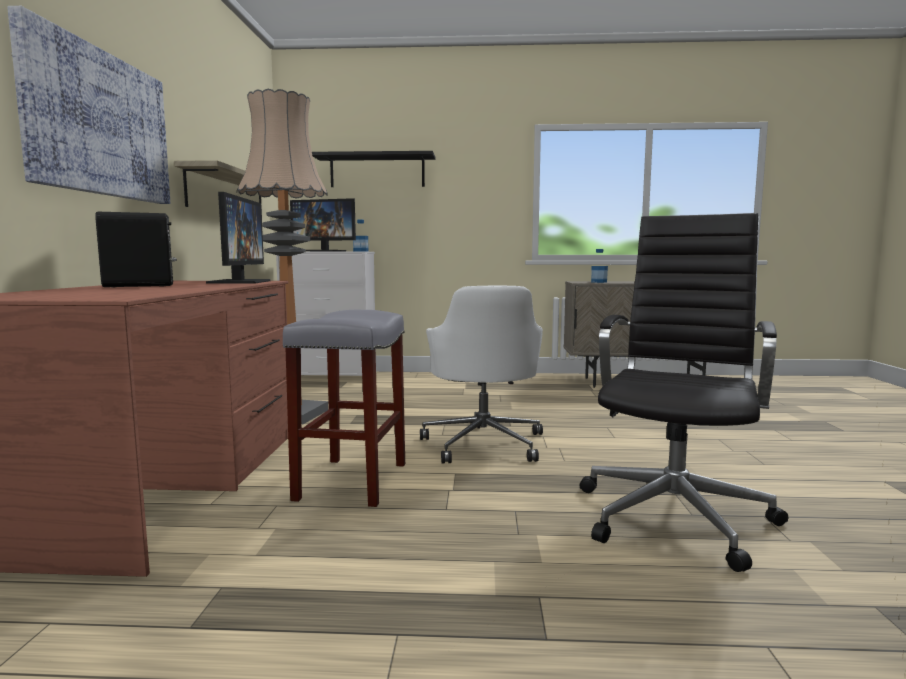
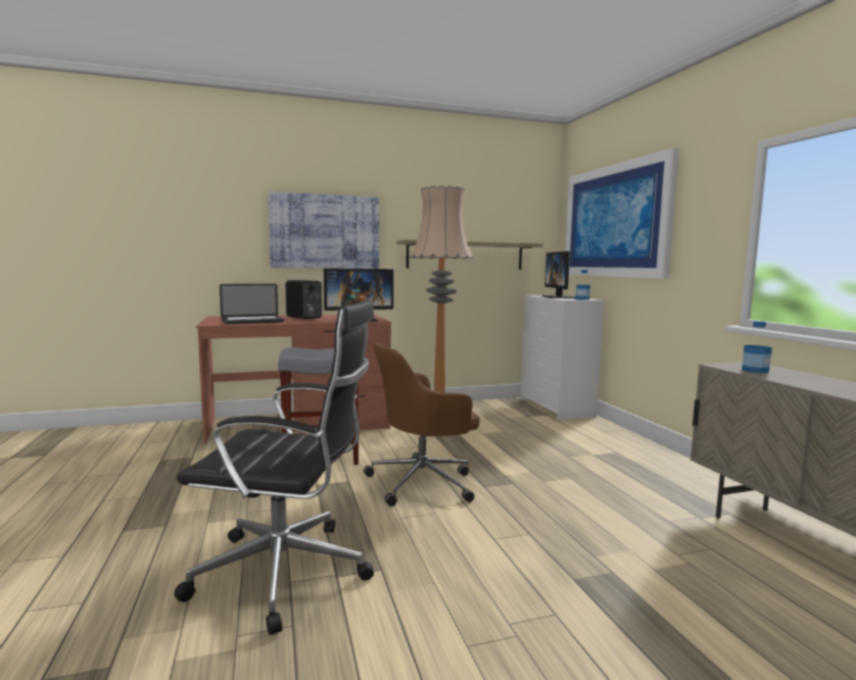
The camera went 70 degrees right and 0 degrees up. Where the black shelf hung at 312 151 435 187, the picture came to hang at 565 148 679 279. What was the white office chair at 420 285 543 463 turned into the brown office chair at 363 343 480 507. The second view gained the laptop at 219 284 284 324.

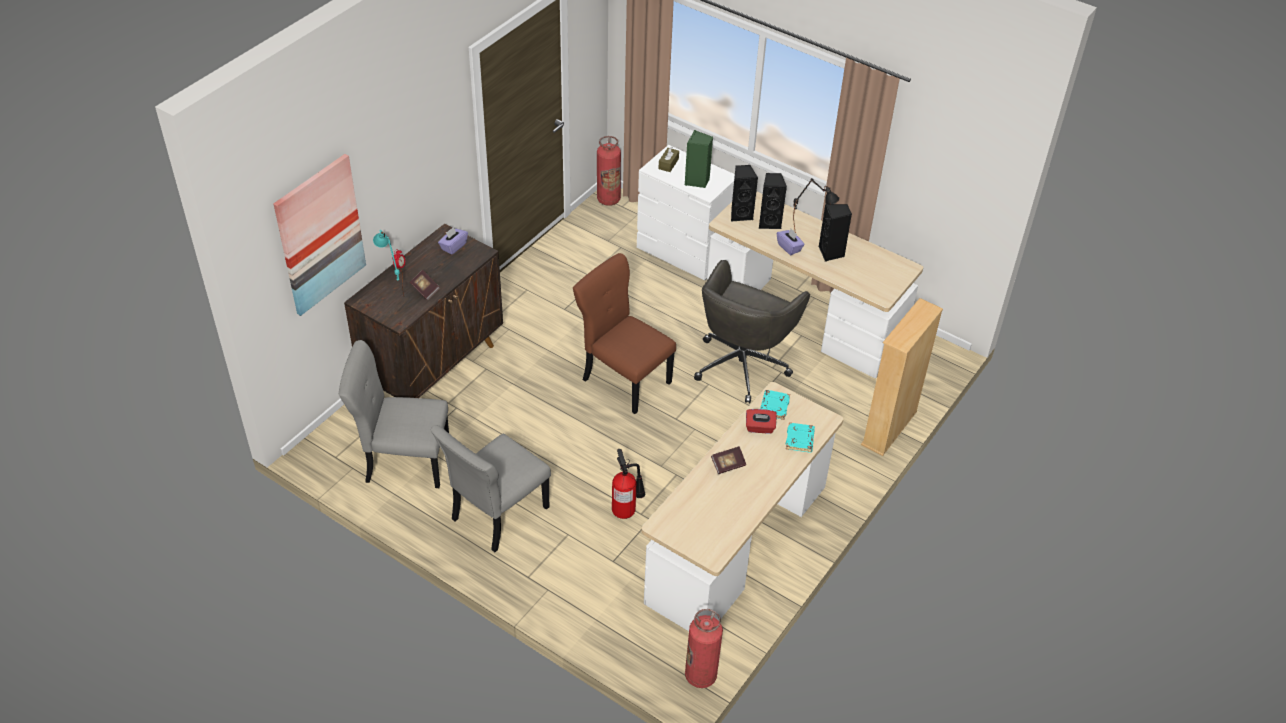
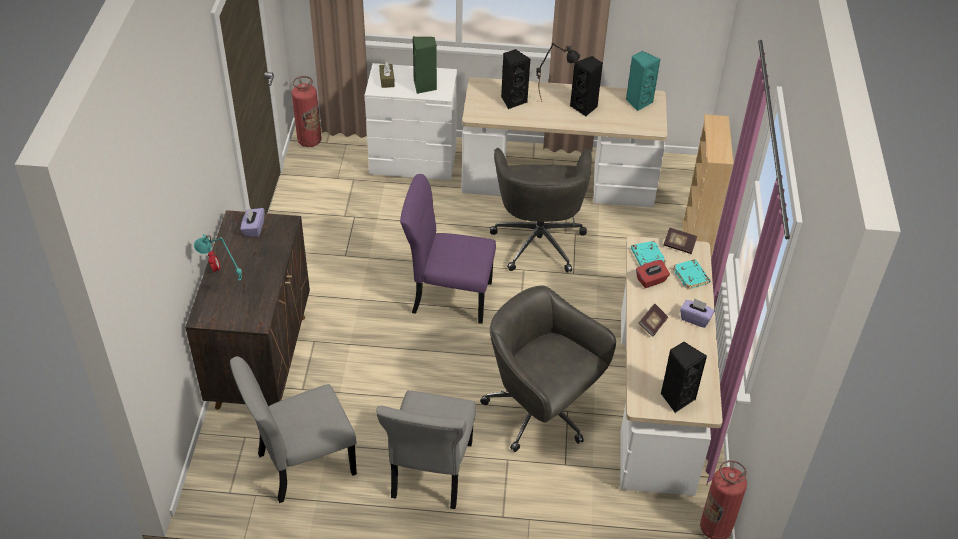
The camera went 30 degrees left and 0 degrees up. The second view lost the picture at 273 154 366 316. The book ended up elsewhere, having gone from 410 270 440 300 to 663 228 697 254. What was the brown chair at 573 253 676 414 turned into the purple chair at 400 174 496 324. Where the fire extinguisher stood at 612 449 645 519, the grey office chair came to stand at 480 286 616 452. The black speaker ended up elsewhere, having gone from 731 165 758 222 to 661 342 707 413. The purple tissue box ended up elsewhere, having gone from 777 229 805 255 to 680 298 715 328. The second view gained the turquoise speaker at 626 51 660 111.

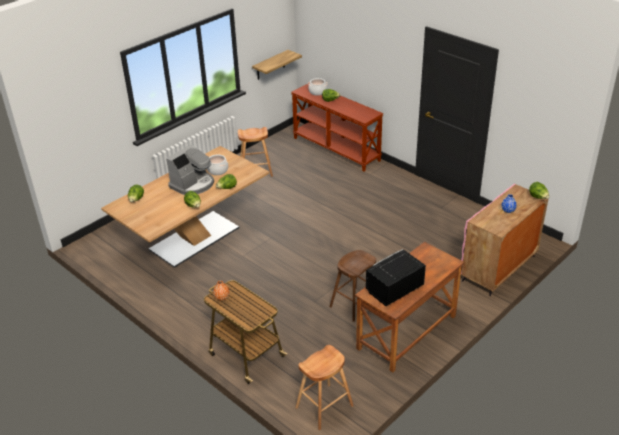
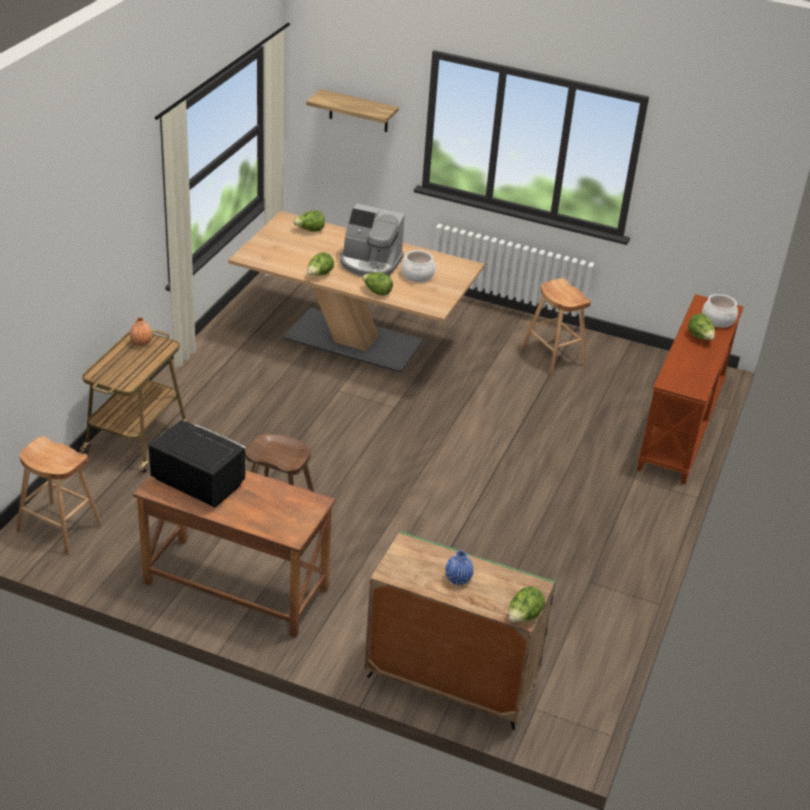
The camera went 65 degrees right and 0 degrees up. The shelf ended up elsewhere, having gone from 252 50 302 80 to 306 89 399 132. What was the pink cabinet at 461 184 549 296 turned into the green cabinet at 364 531 556 730.

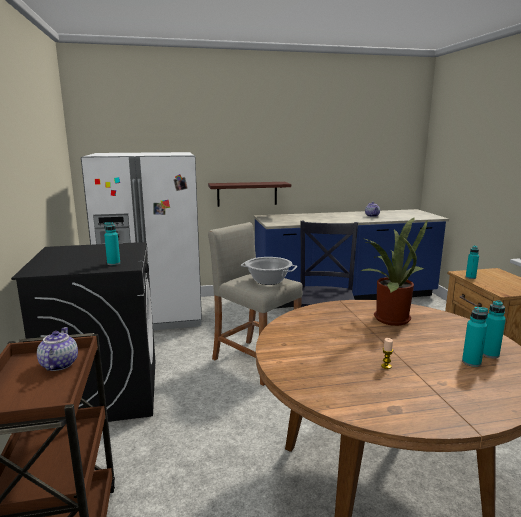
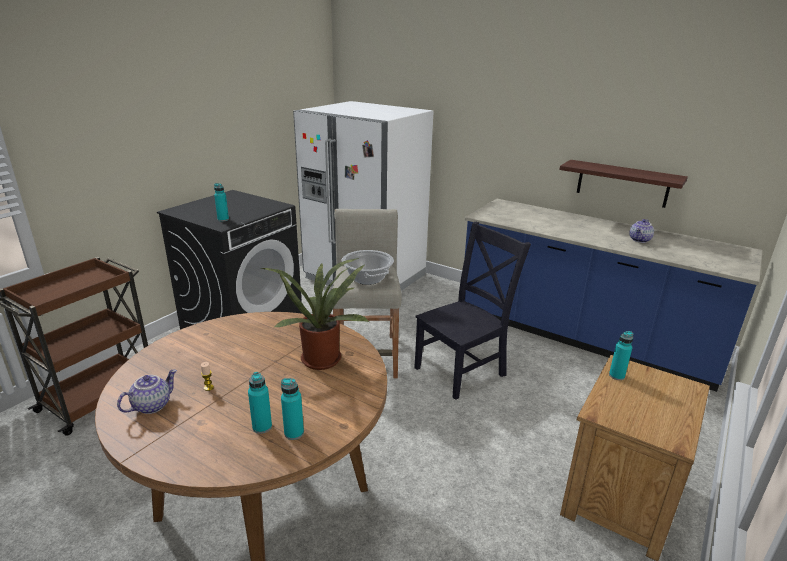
The camera went 45 degrees right and 10 degrees up. The teapot ended up elsewhere, having gone from 37 327 78 371 to 117 370 177 414. The shelf ended up elsewhere, having gone from 208 182 291 207 to 560 160 688 208.

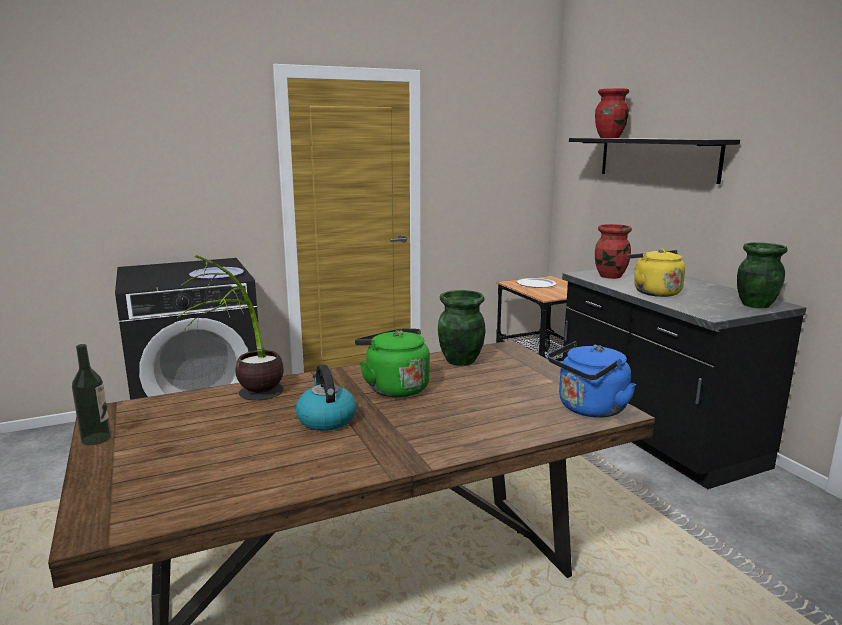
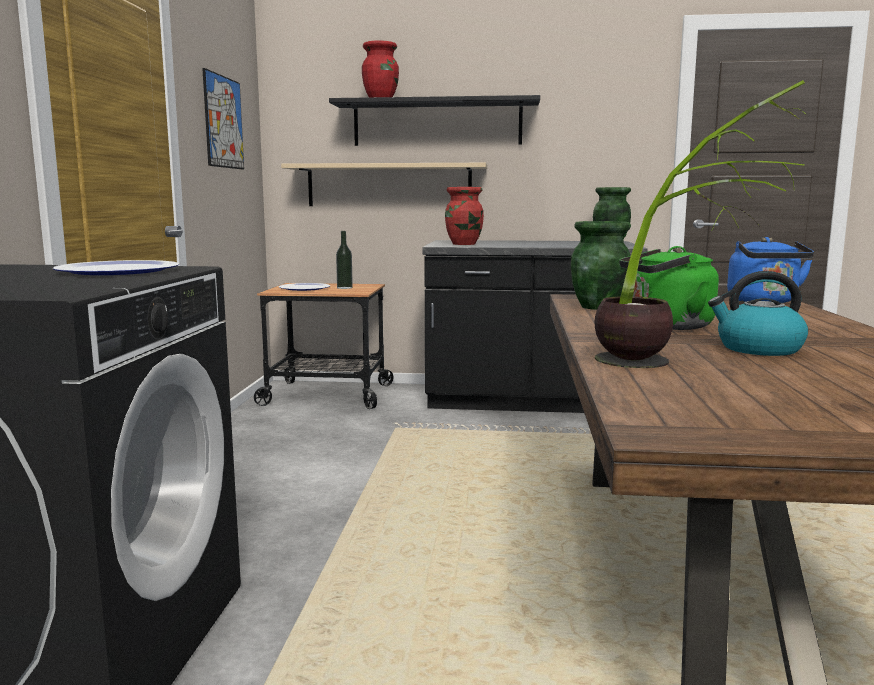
The camera went 60 degrees left and 5 degrees down. The bottle ended up elsewhere, having gone from 72 344 111 445 to 336 231 353 289. The second view lost the yellow kettle at 627 249 685 297. The second view gained the picture at 202 68 244 169. The second view gained the beige shelf at 281 163 487 206.

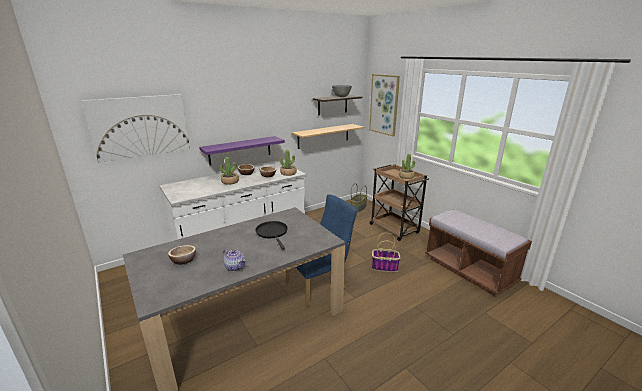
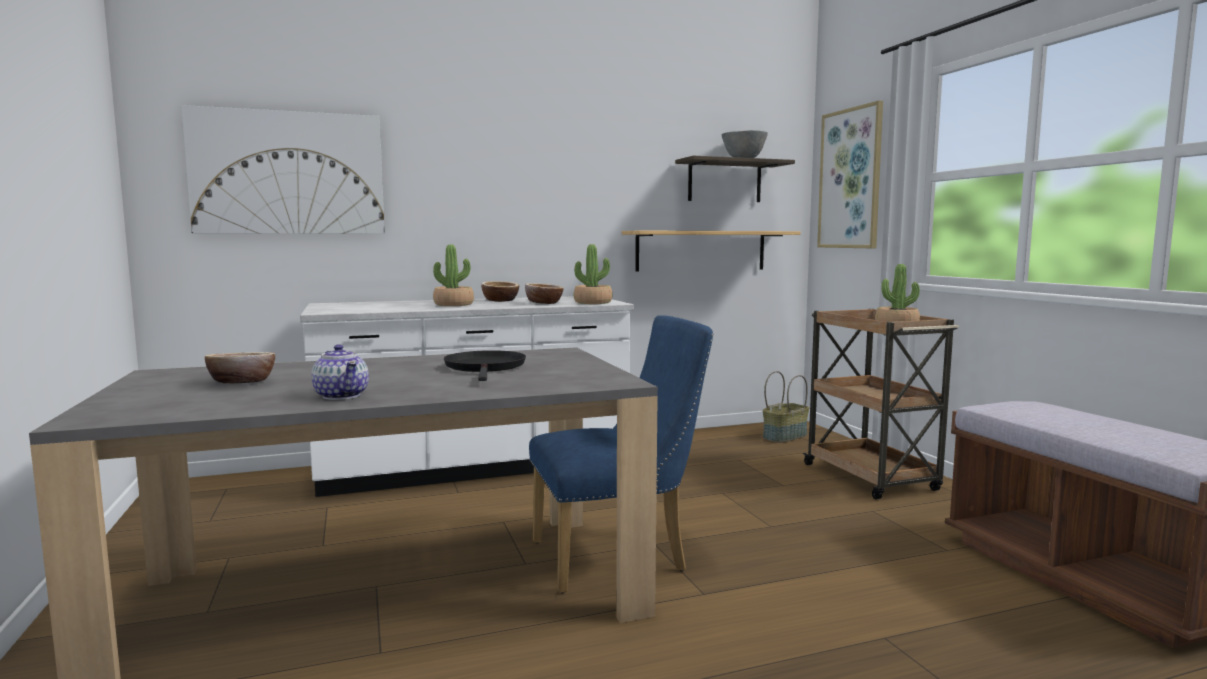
The camera went 15 degrees right and 15 degrees down. The second view lost the purple shelf at 199 136 285 165. The second view lost the basket at 372 233 401 272.

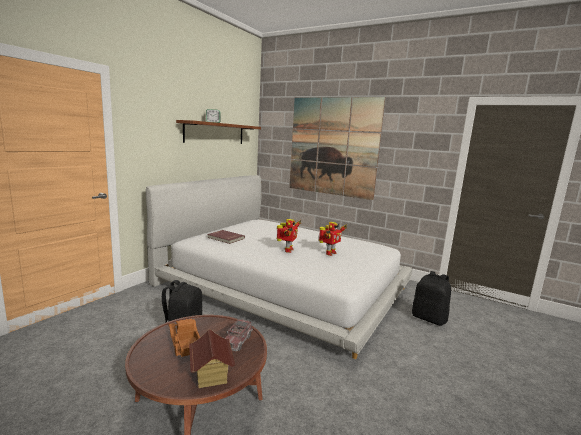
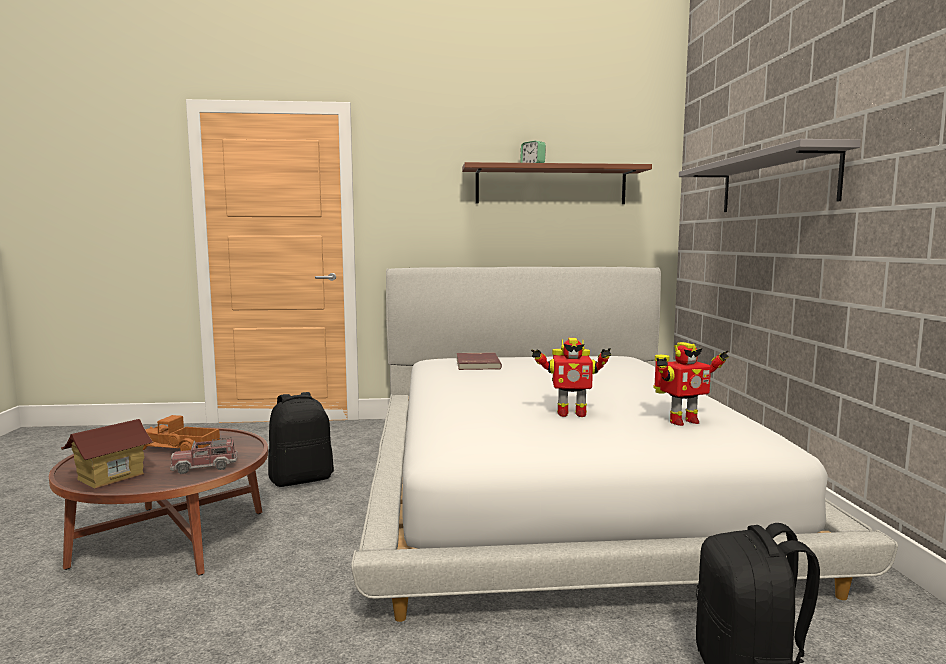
The camera went 55 degrees right and 5 degrees down. The toy truck at 169 319 200 357 ended up facing another way, 105 degrees counterclockwise from before. The toy robot ended up elsewhere, having gone from 277 219 301 253 to 654 342 729 426. Where the picture hung at 289 97 385 200, the grey shelf came to hang at 679 139 861 212.

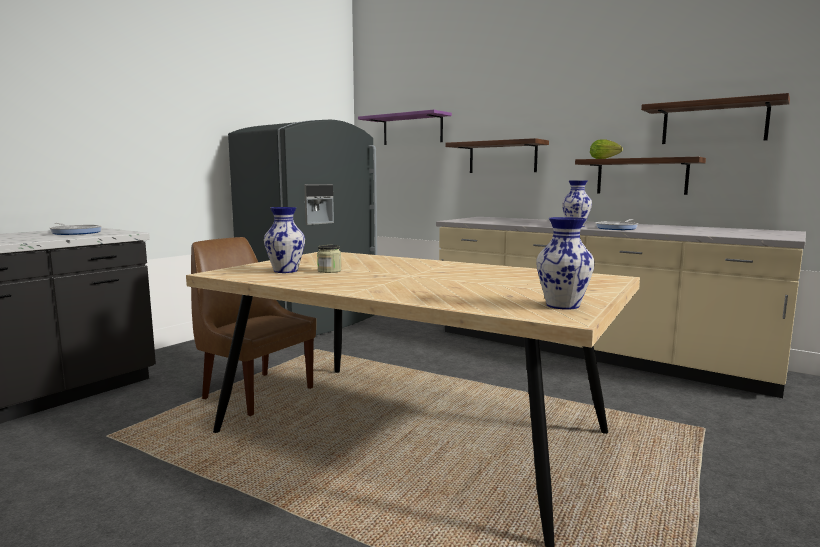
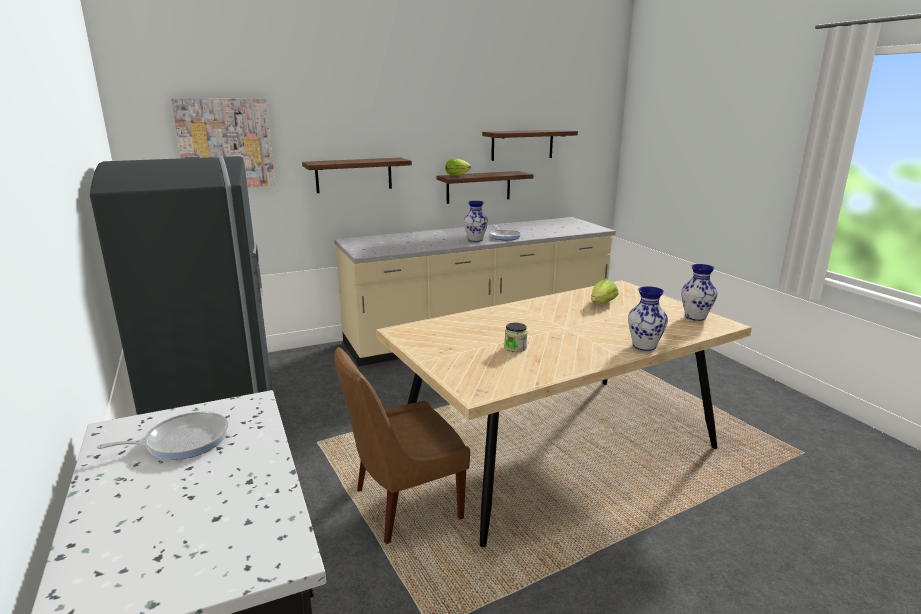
The camera went 60 degrees left and 10 degrees up. The vase ended up elsewhere, having gone from 264 207 305 273 to 628 286 668 351. Where the purple shelf hung at 358 110 452 145, the picture came to hang at 171 98 275 187. The second view gained the lettuce at 591 279 619 303.

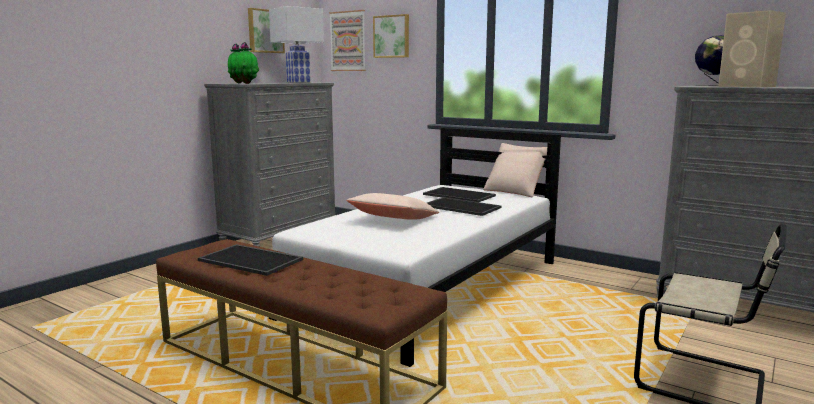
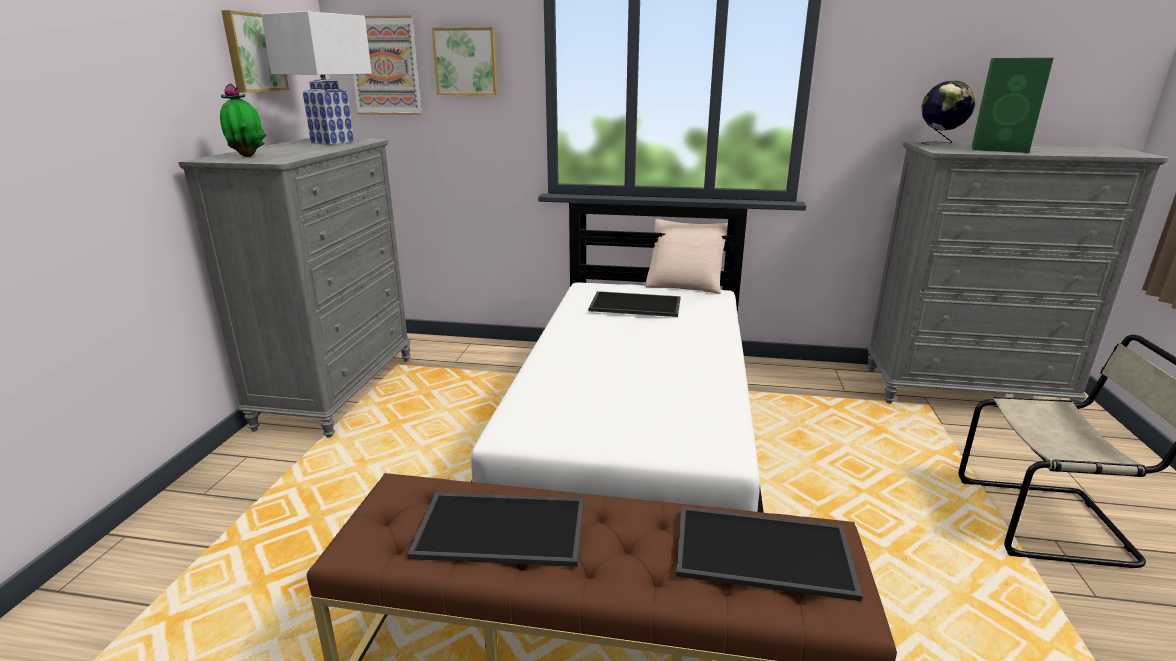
The camera went 25 degrees left and 10 degrees up. The second view lost the potted plant at 235 42 259 84. The second view lost the beige pillow at 346 193 439 220. The tray ended up elsewhere, having gone from 427 197 502 216 to 676 506 863 601. What was the beige speaker at 718 10 786 87 turned into the green speaker at 972 58 1054 153.

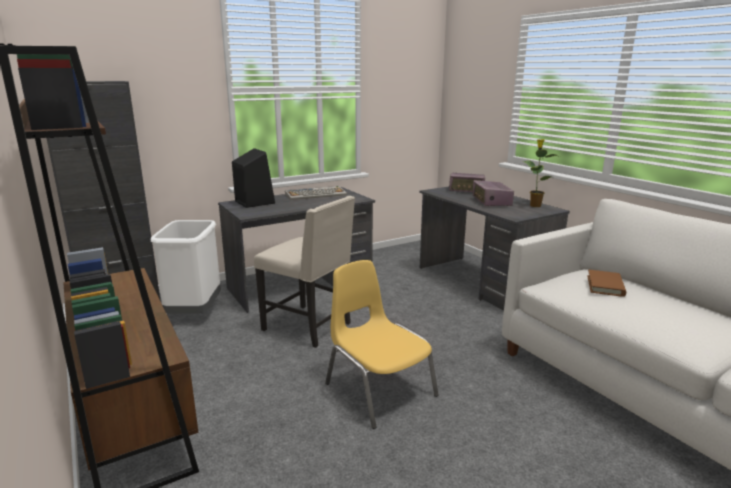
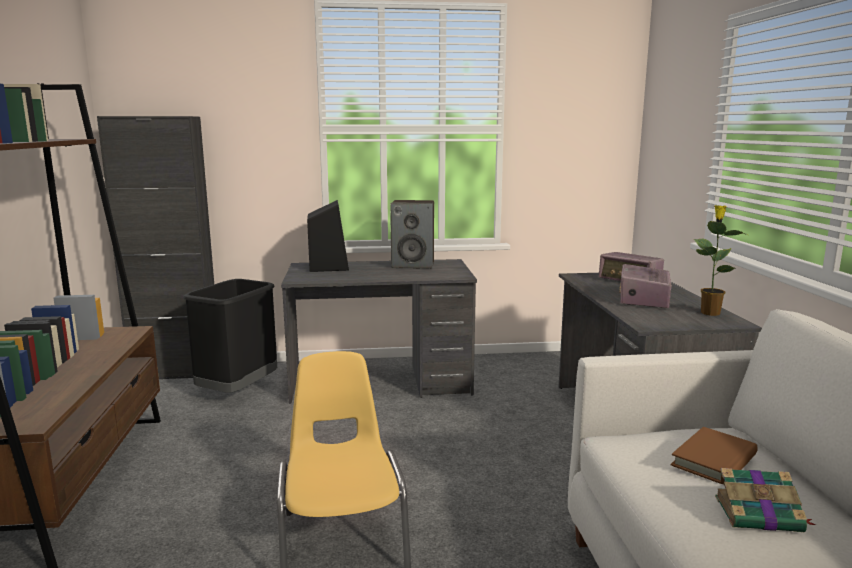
The camera went 25 degrees right and 5 degrees down. What was the white trash can at 151 220 221 313 turned into the black trash can at 183 279 277 393. The second view lost the beige chair at 254 196 355 348. Where the keyboard stood at 285 186 347 200, the speaker came to stand at 390 200 434 269. The second view gained the book at 715 468 816 532.

